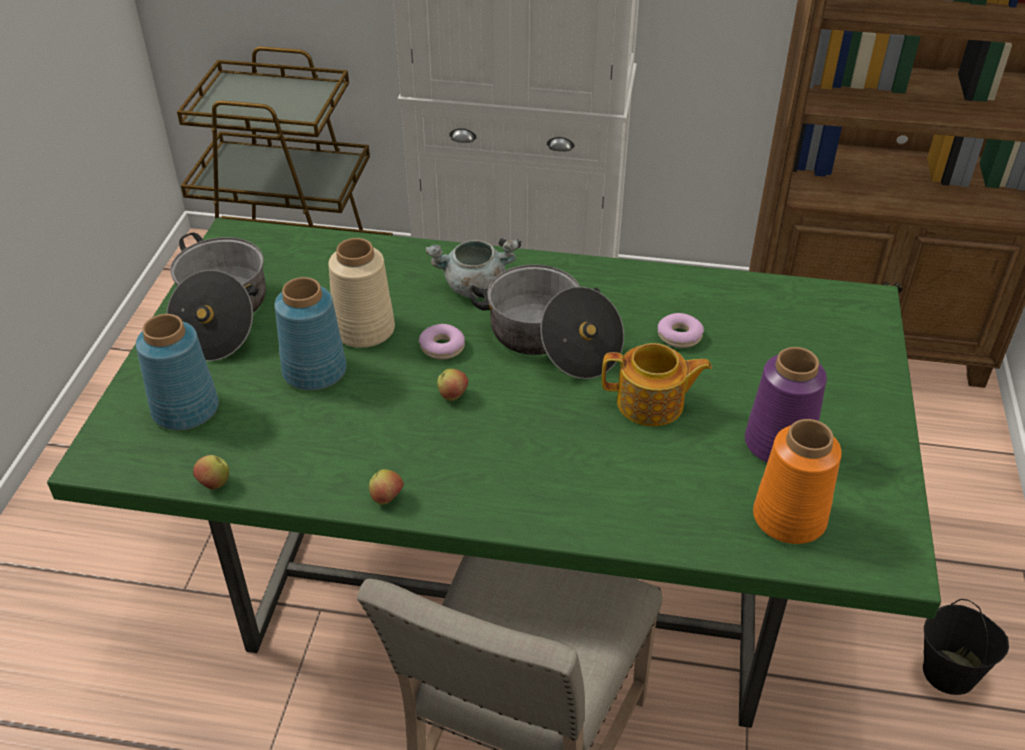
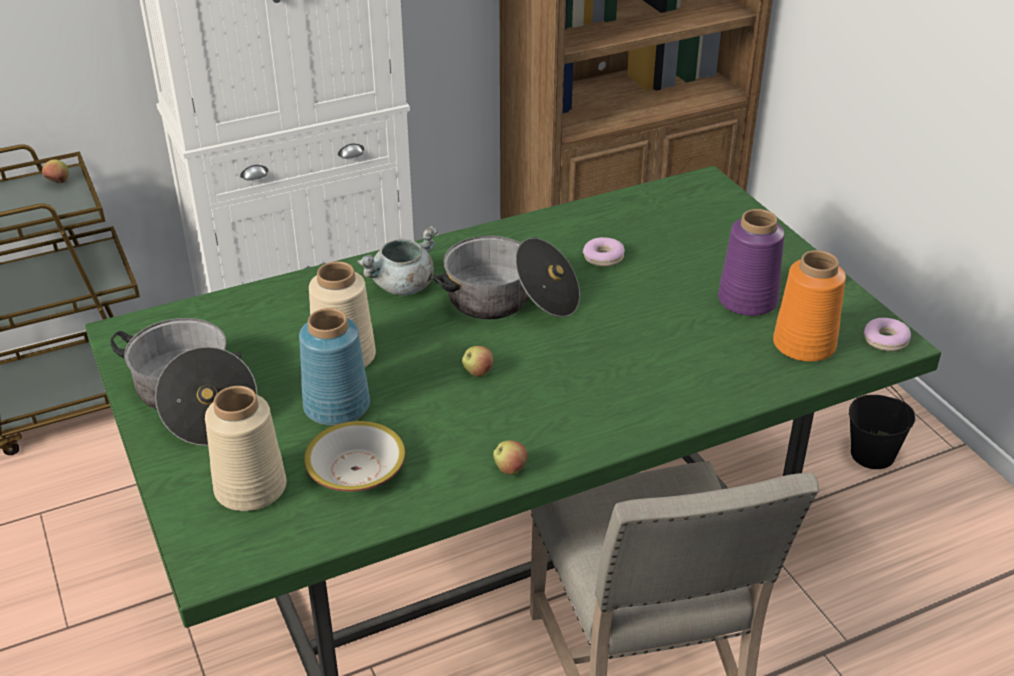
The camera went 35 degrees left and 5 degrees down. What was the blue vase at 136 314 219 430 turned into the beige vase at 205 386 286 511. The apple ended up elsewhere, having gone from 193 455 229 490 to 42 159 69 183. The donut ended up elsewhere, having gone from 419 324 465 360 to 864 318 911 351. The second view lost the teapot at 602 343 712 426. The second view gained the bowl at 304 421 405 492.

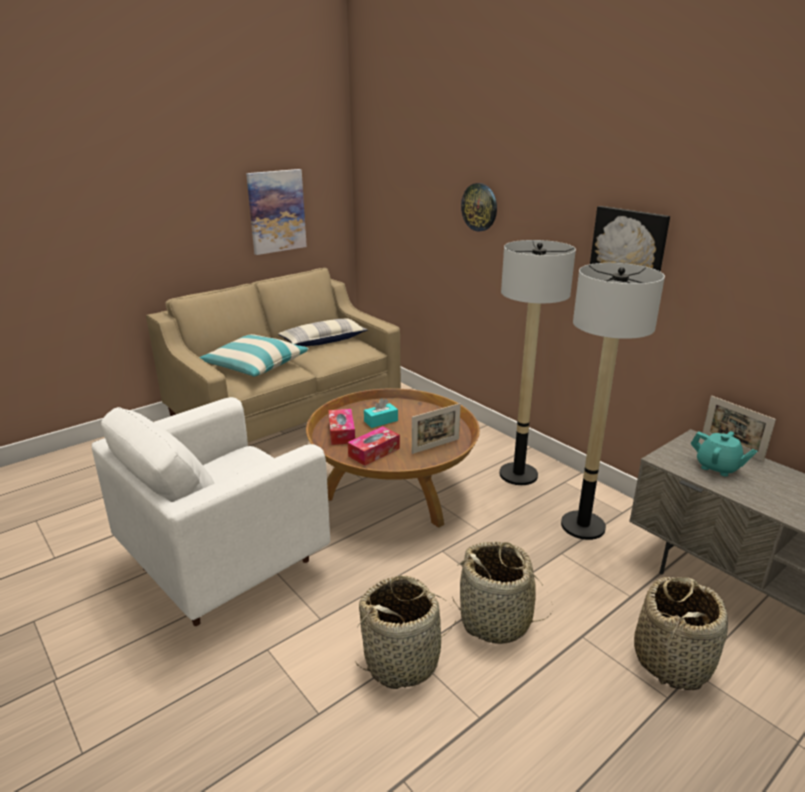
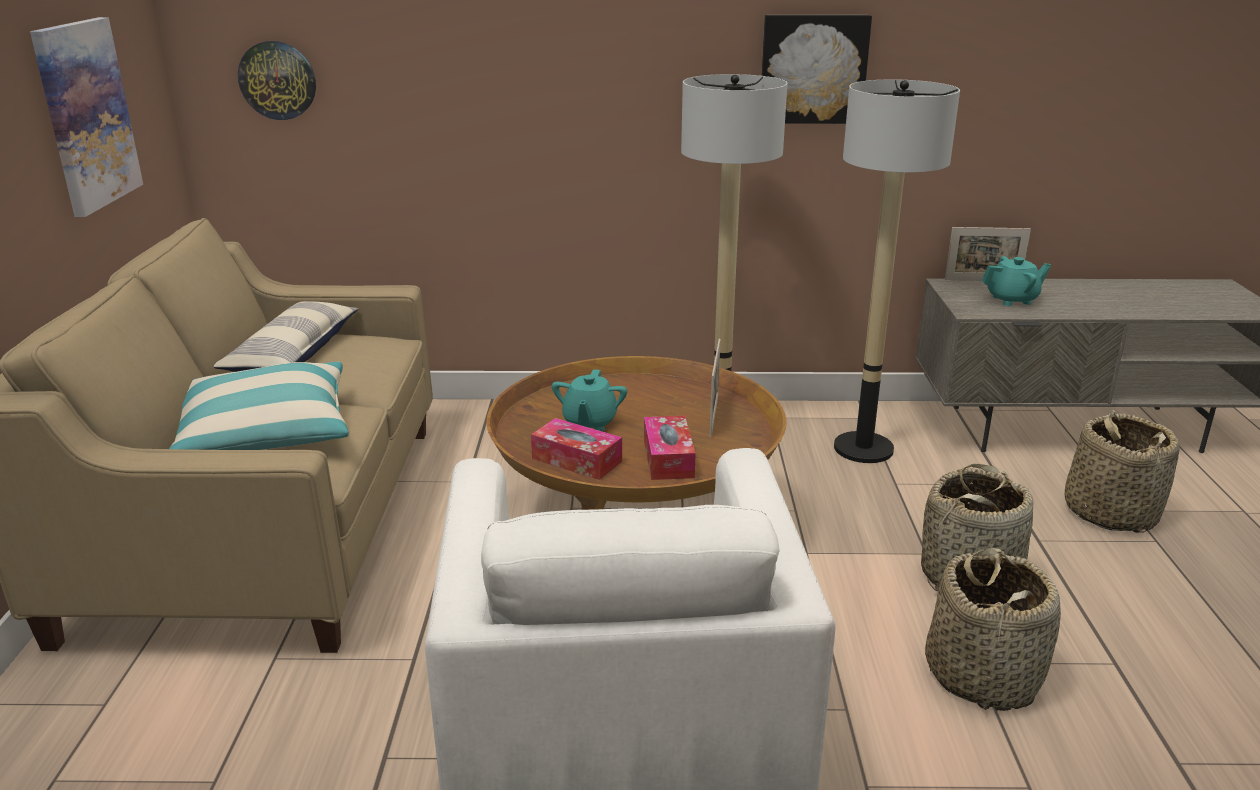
The camera went 50 degrees left and 0 degrees up. Where the turquoise tissue box stood at 364 398 398 428, the turquoise teapot came to stand at 552 369 627 431. The wall clock ended up elsewhere, having gone from 461 183 497 232 to 238 41 316 120.

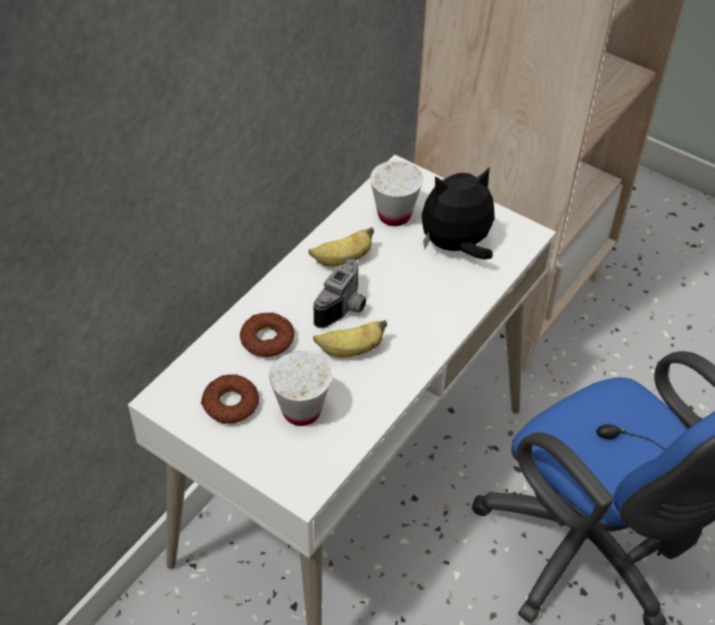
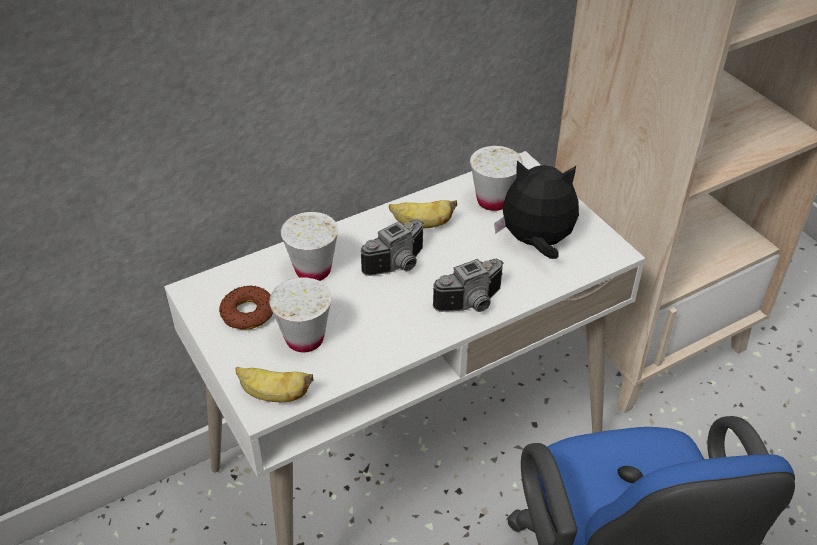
The camera went 25 degrees right and 5 degrees down. Where the donut stood at 240 312 294 357, the white cup came to stand at 281 212 338 281. The banana ended up elsewhere, having gone from 313 320 387 357 to 235 367 314 402. The second view gained the photo camera at 433 259 504 312.

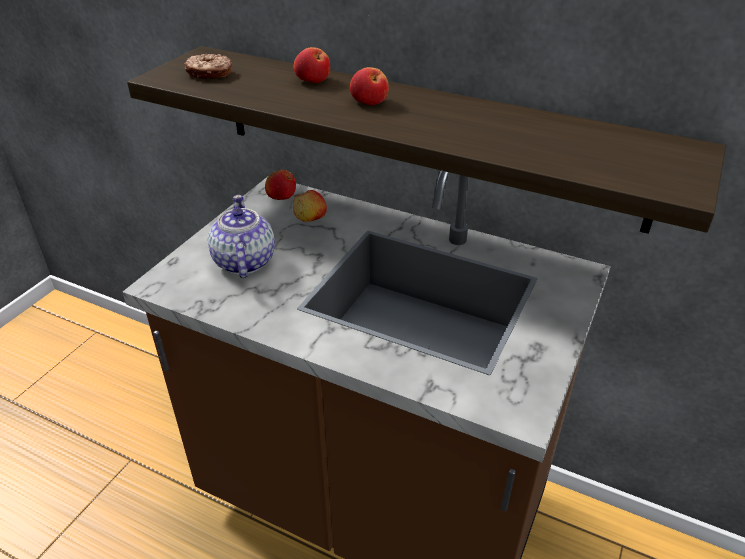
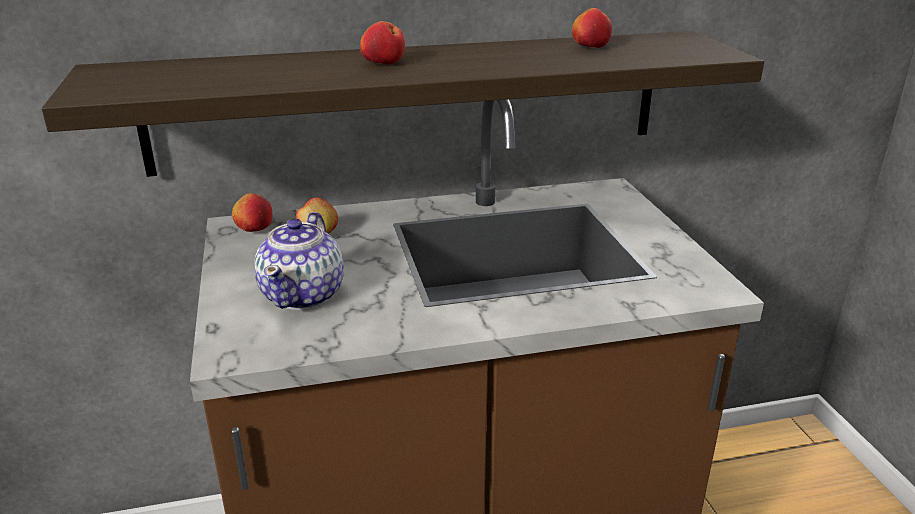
The camera went 40 degrees left and 10 degrees down. The second view lost the donut at 184 54 232 79. The teapot at 208 195 275 278 ended up facing another way, 120 degrees counterclockwise from before. The apple ended up elsewhere, having gone from 294 47 331 83 to 572 8 612 48.

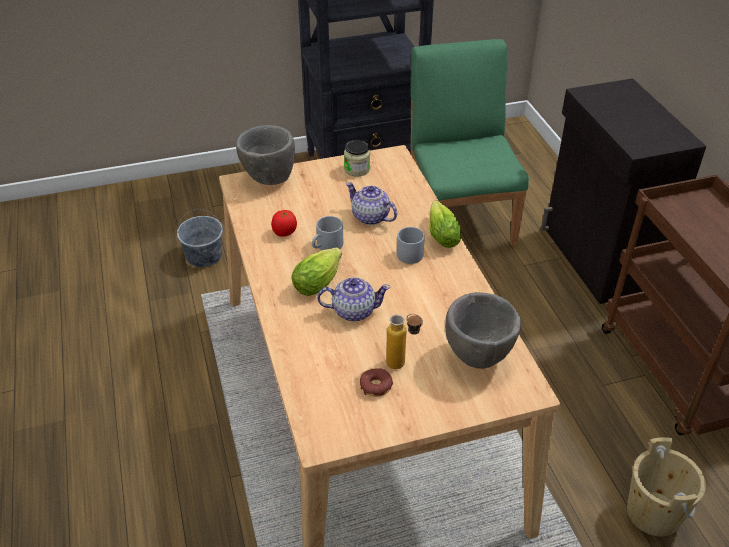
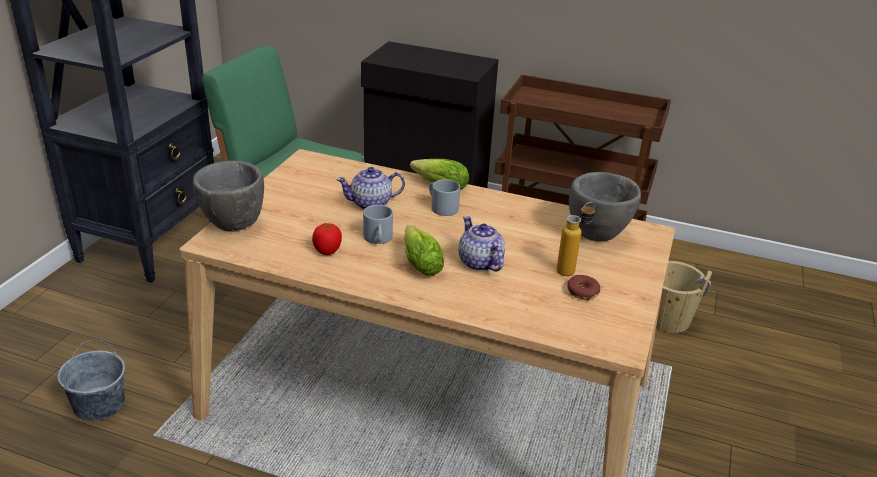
The camera went 55 degrees left and 10 degrees down. The teapot at 317 277 391 321 ended up facing another way, 60 degrees counterclockwise from before. The second view lost the jar at 344 140 370 177.

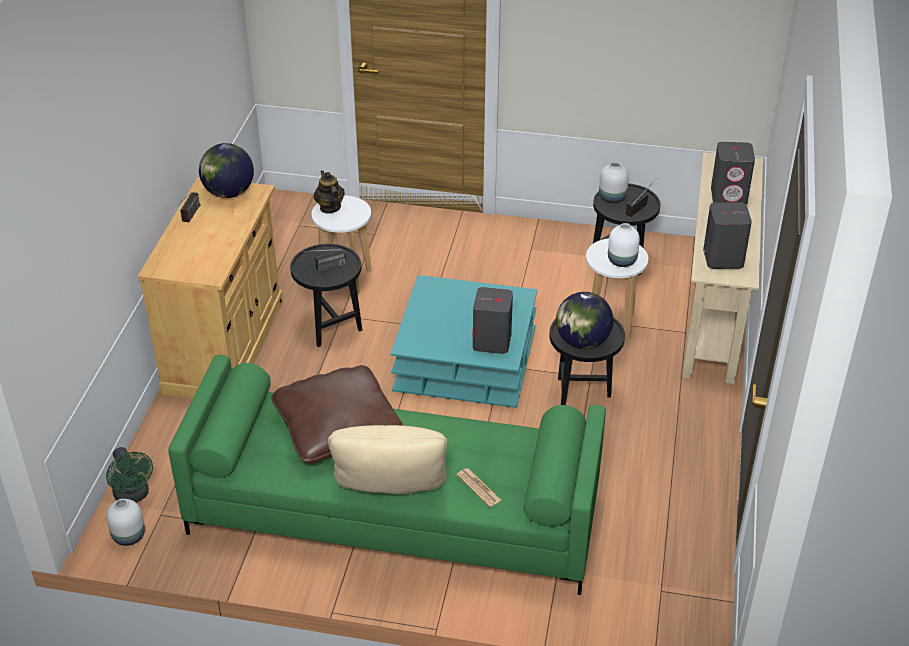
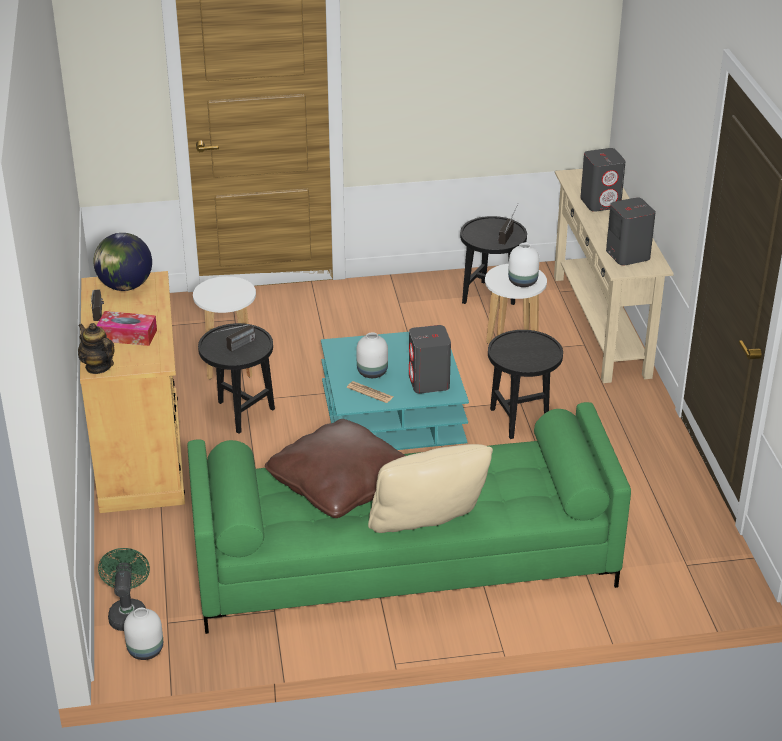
The camera went 20 degrees left and 5 degrees down. The green fan at 106 447 153 503 ended up facing another way, 135 degrees counterclockwise from before. The teapot ended up elsewhere, having gone from 314 171 345 214 to 78 323 114 374. The newspaper ended up elsewhere, having gone from 456 468 501 507 to 347 381 393 403. The second view lost the globe at 556 292 613 349. The white vase ended up elsewhere, having gone from 599 162 629 203 to 356 332 388 378. The second view gained the tissue box at 96 311 157 346.

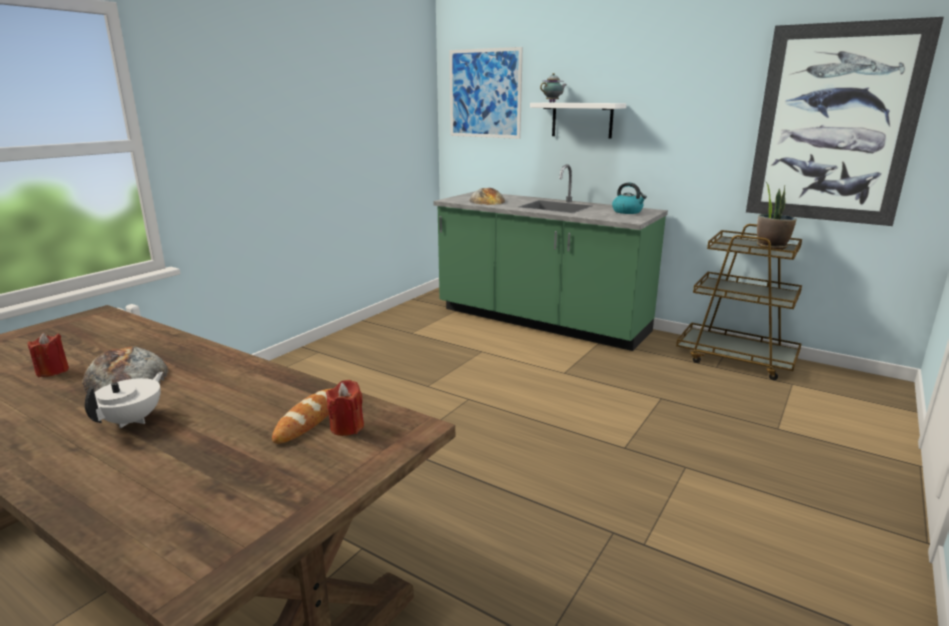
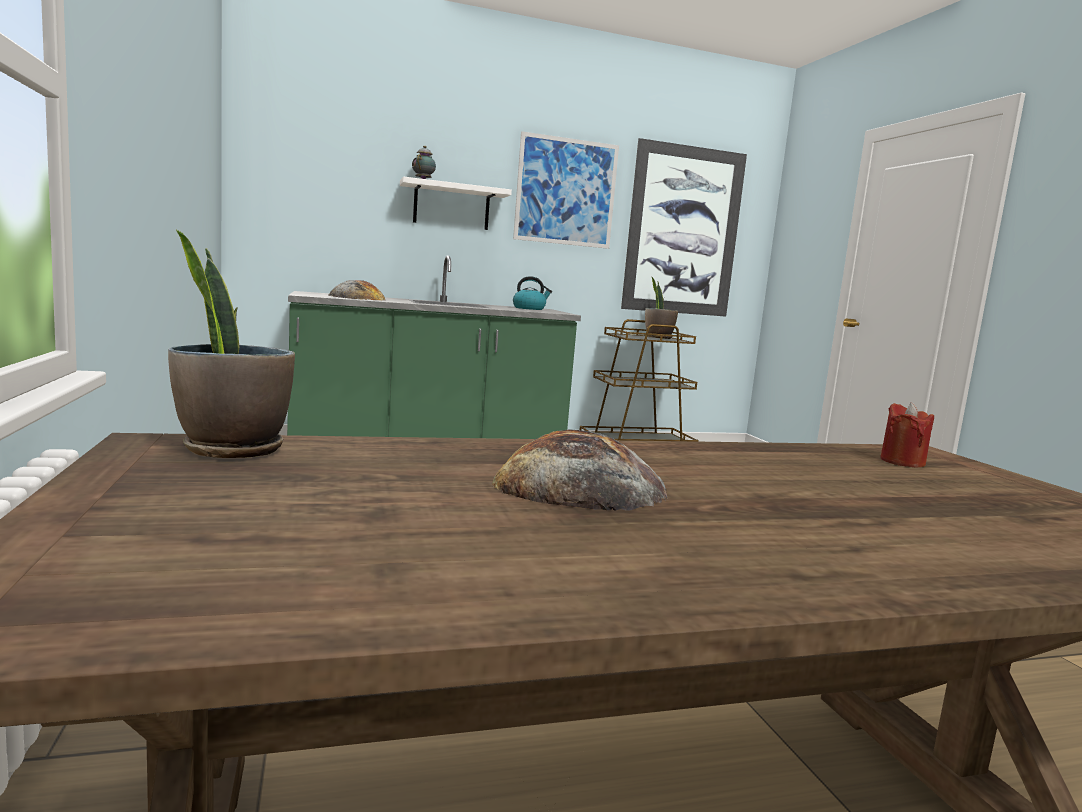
The camera went 50 degrees left and 10 degrees down. The second view lost the red candle at 28 333 69 377. The second view lost the white teapot at 85 372 163 428. The second view lost the bread at 272 389 331 444. The picture ended up elsewhere, having gone from 450 47 523 139 to 513 131 619 249. The second view gained the potted plant at 168 230 295 458.

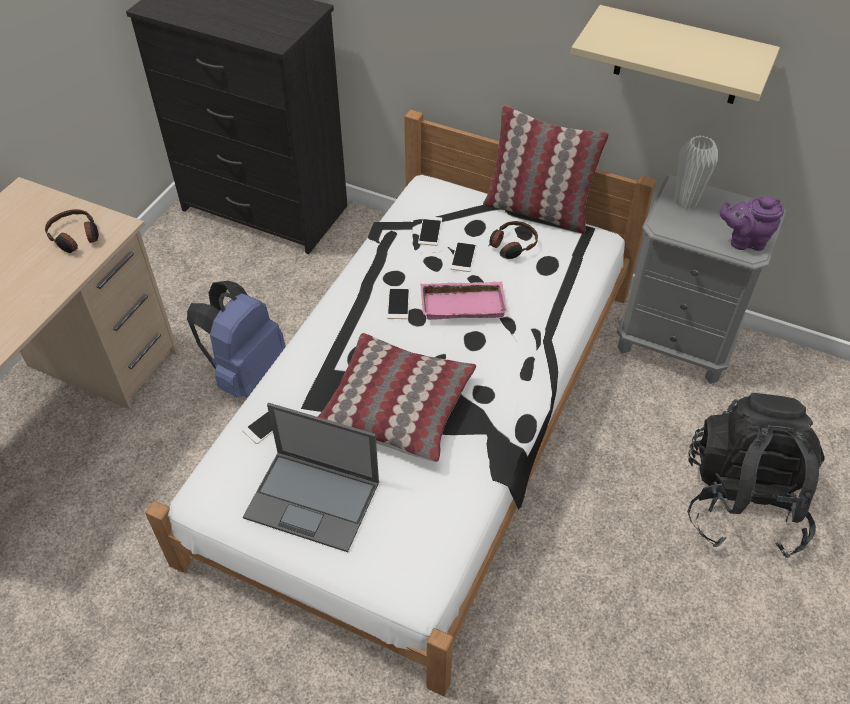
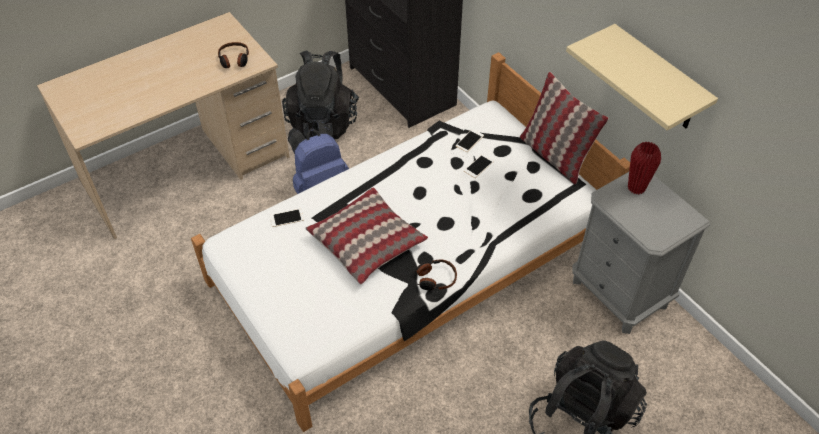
The camera went 30 degrees right and 0 degrees up. The second view lost the laptop at 243 403 379 552. The second view lost the phone at 387 286 410 319. The second view lost the pink tray at 420 282 507 320. The headphones ended up elsewhere, having gone from 488 221 538 259 to 413 260 457 291. What was the white vase at 675 135 718 209 turned into the red vase at 628 142 661 195. The second view lost the purple teapot at 720 196 784 251. The second view gained the black backpack at 282 50 359 139.

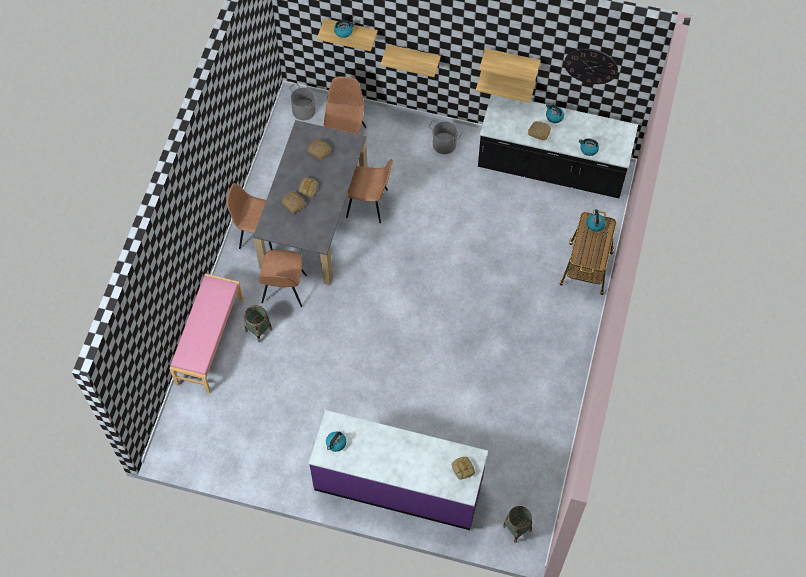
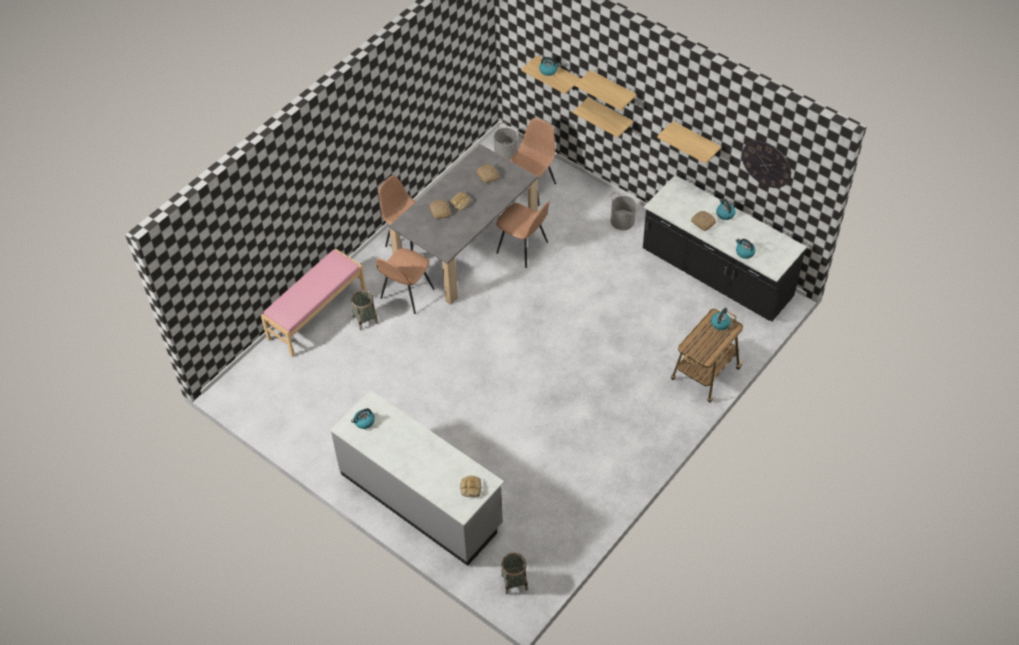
The camera went 25 degrees right and 10 degrees down. What was the purple counter at 309 410 488 530 turned into the grey counter at 330 390 504 566. The shelf ended up elsewhere, having gone from 476 71 536 103 to 575 70 637 111.

